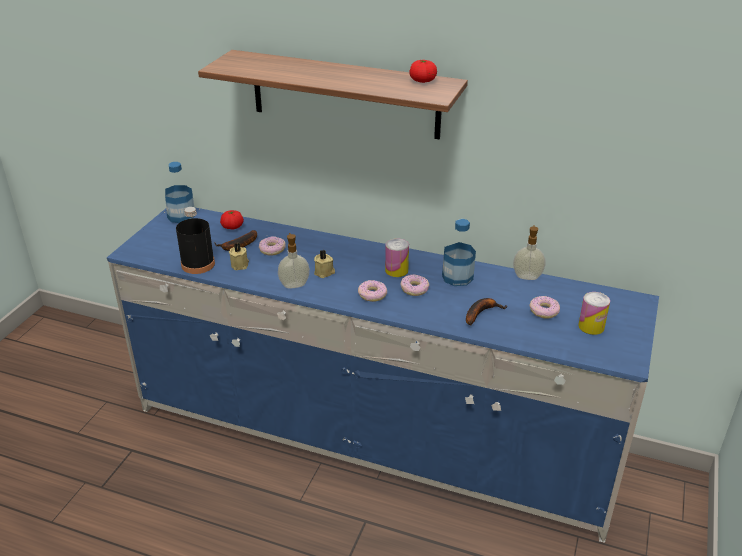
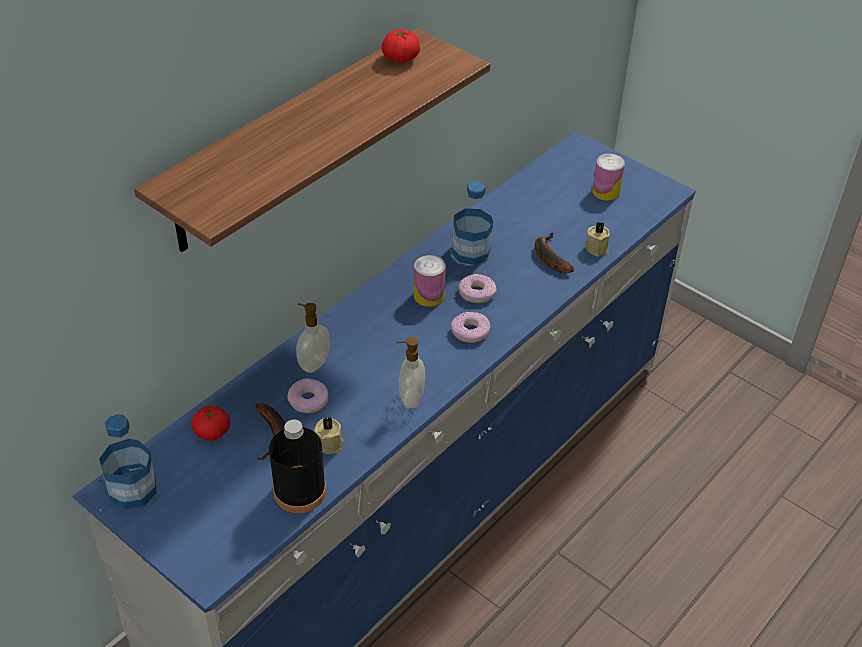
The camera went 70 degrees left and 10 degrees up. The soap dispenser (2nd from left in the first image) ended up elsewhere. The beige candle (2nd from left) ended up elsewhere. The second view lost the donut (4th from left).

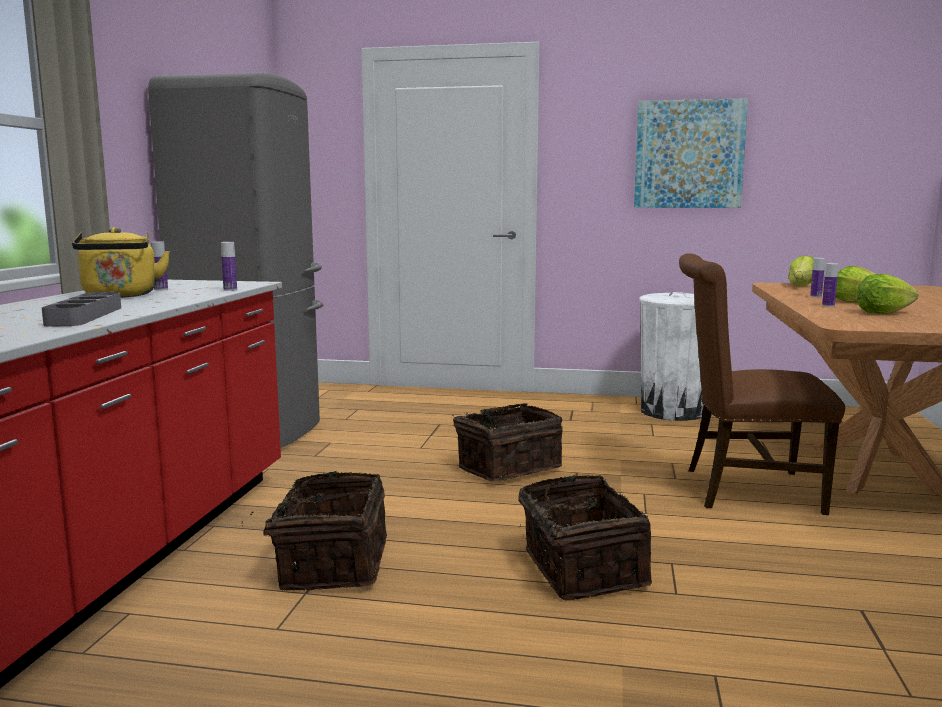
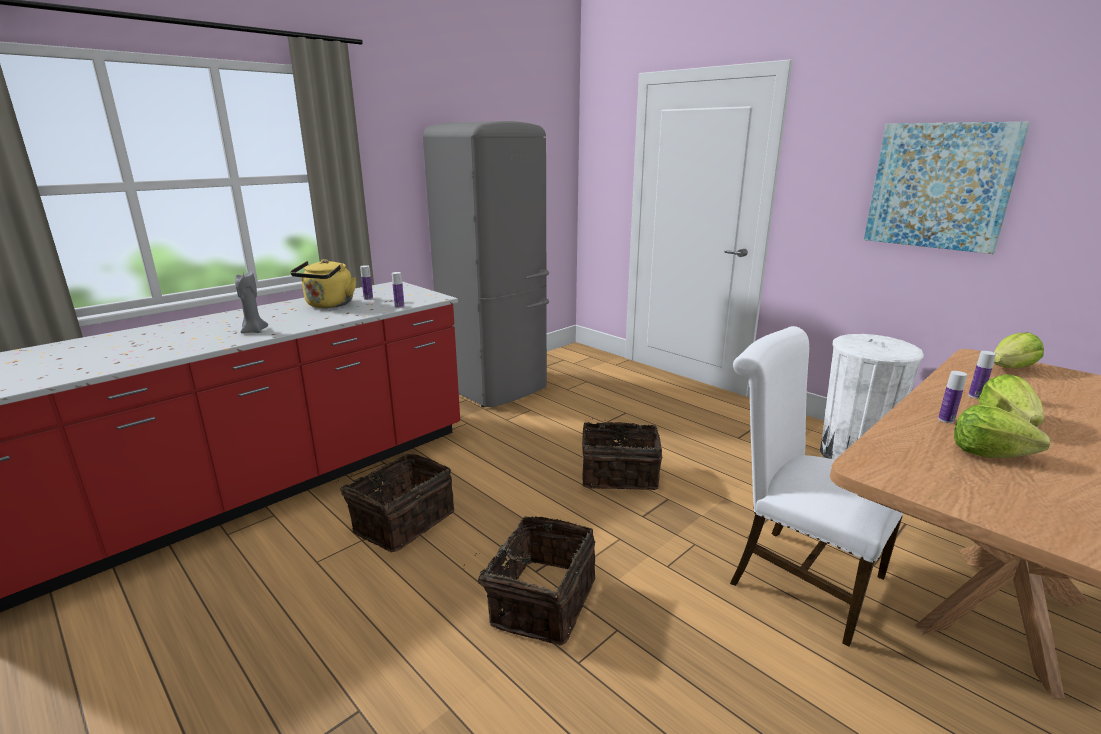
The camera went 35 degrees right and 10 degrees up. Where the grey tray stood, the grey candle came to stand. What was the brown chair turned into the white chair.

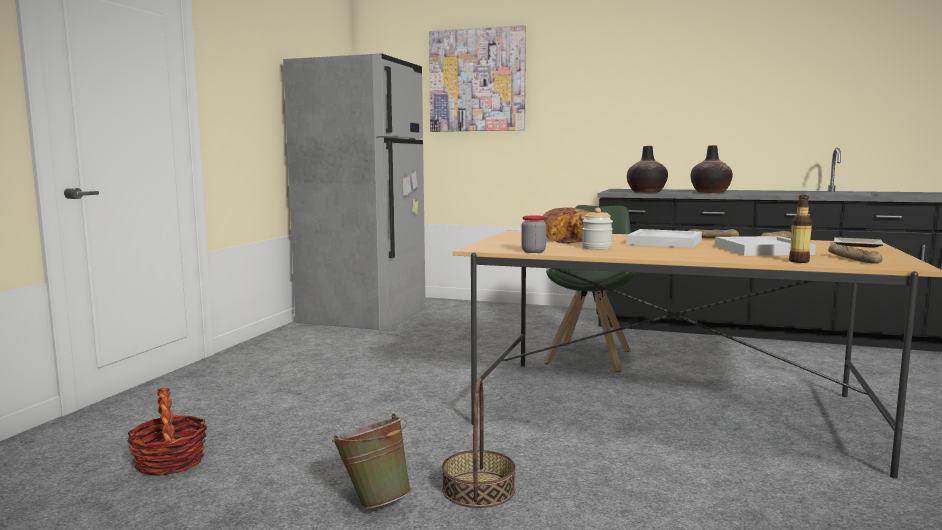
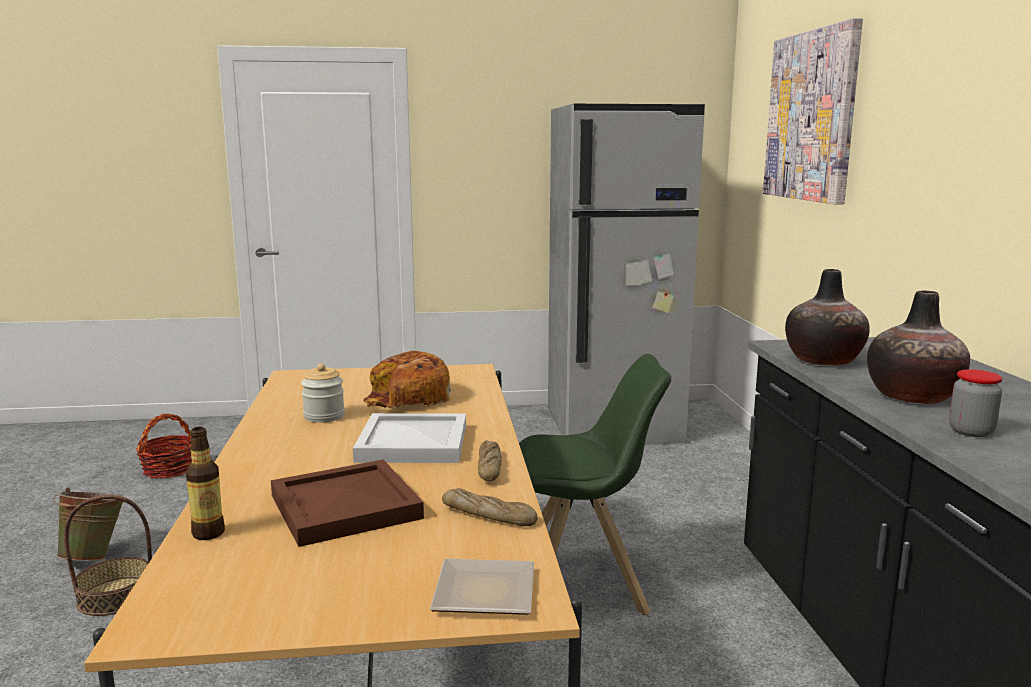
The camera went 65 degrees right and 5 degrees up. What was the white tray (2nd from left) turned into the brown tray. The jar (1st from left in the first image) ended up elsewhere. The second view lost the bread (4th from left).

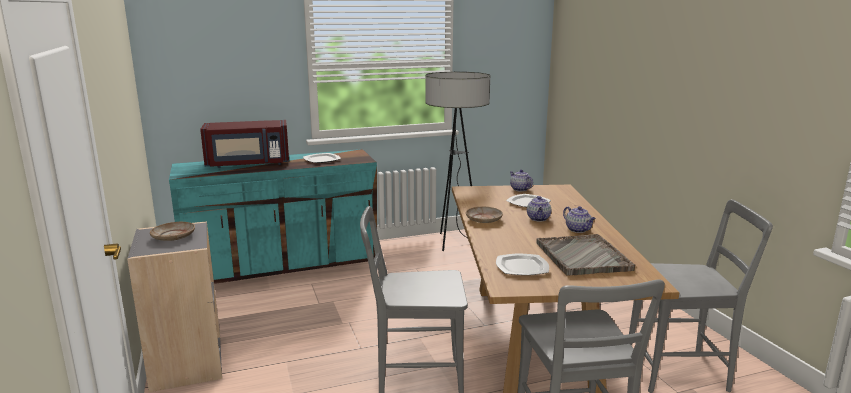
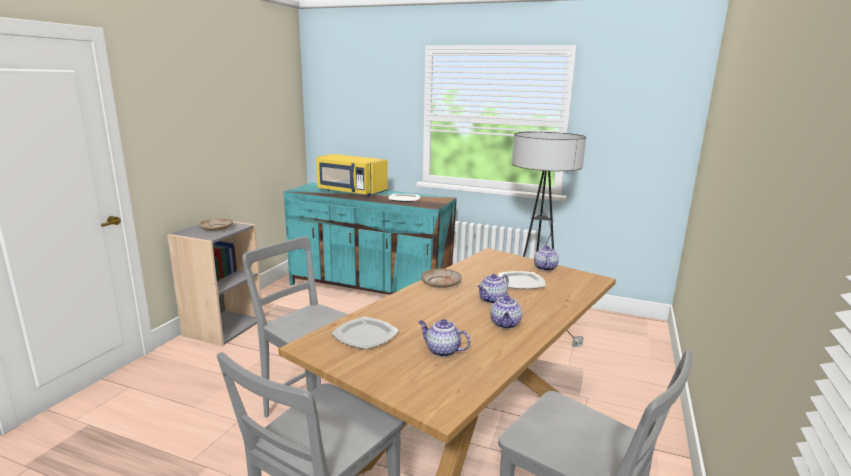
The camera went 40 degrees right and 0 degrees up. What was the red microwave turned into the yellow microwave. Where the grey tray stood, the teapot (1st from left) came to stand.

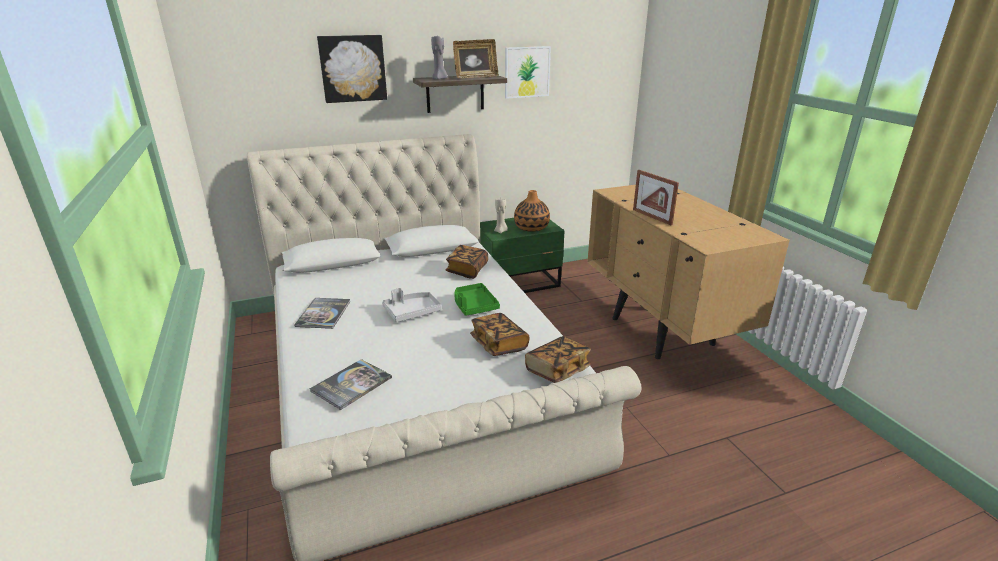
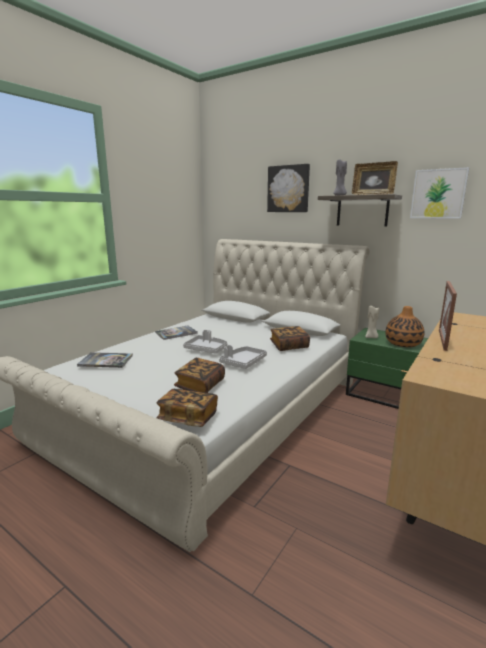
The camera went 55 degrees right and 10 degrees down. What was the green tray turned into the grey tray (2nd from left).

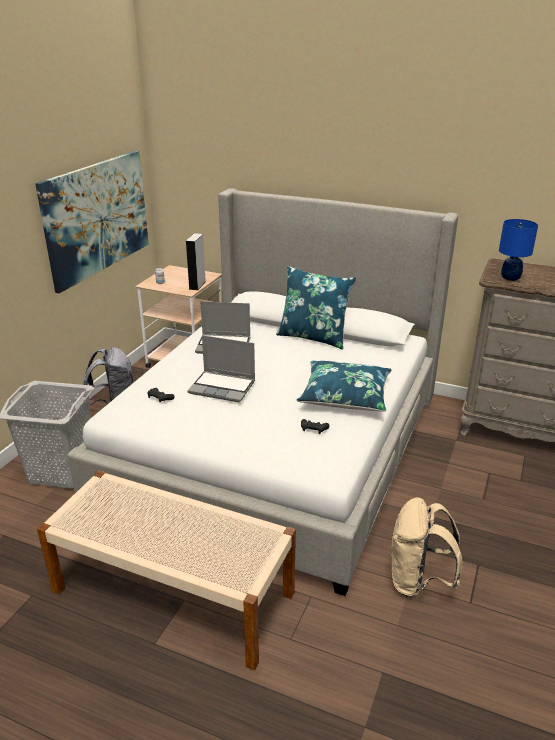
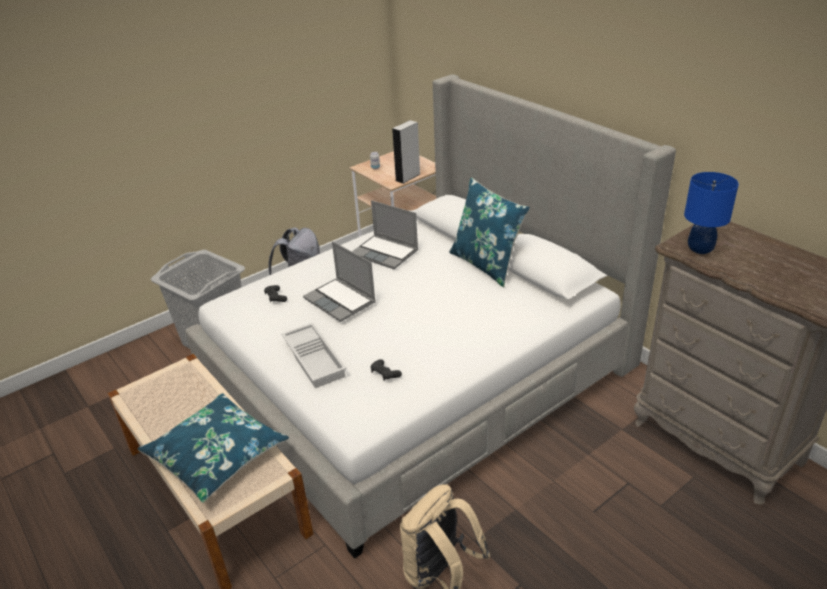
The camera went 30 degrees right and 5 degrees up. The blue pillow (2nd from left in the first image) ended up elsewhere. The second view gained the white tray. The second view lost the picture.

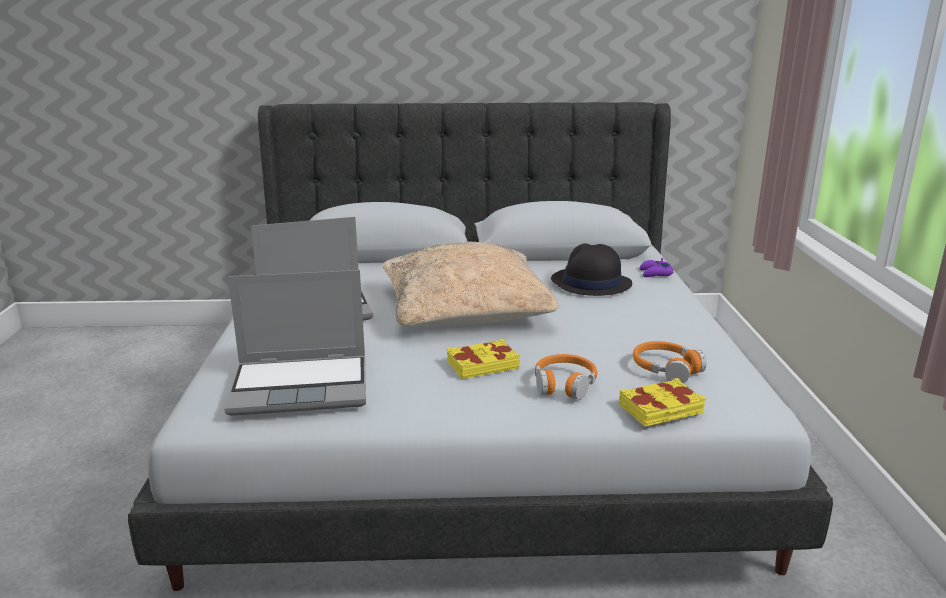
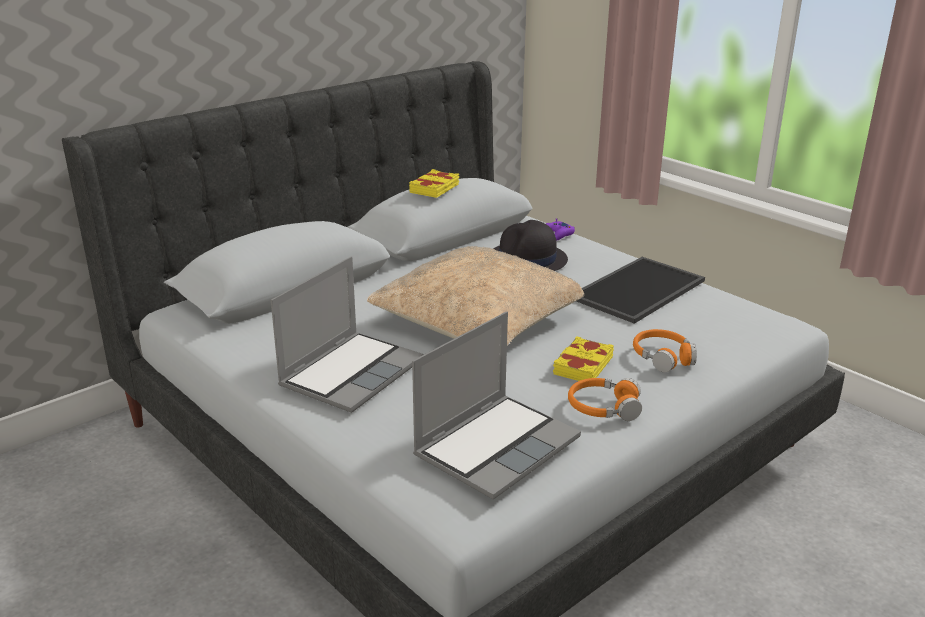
The camera went 40 degrees left and 5 degrees up. The yellow book (2nd from left in the first image) ended up elsewhere. The orange headphones (2nd from left in the first image) ended up elsewhere. The second view gained the tray.

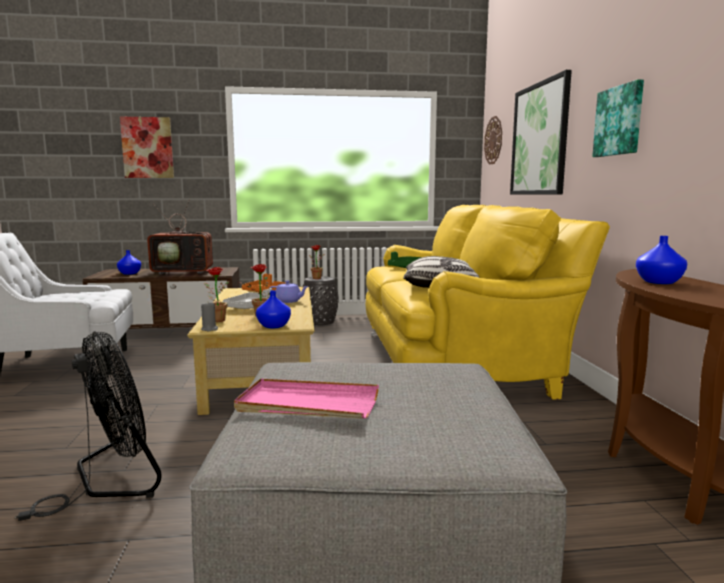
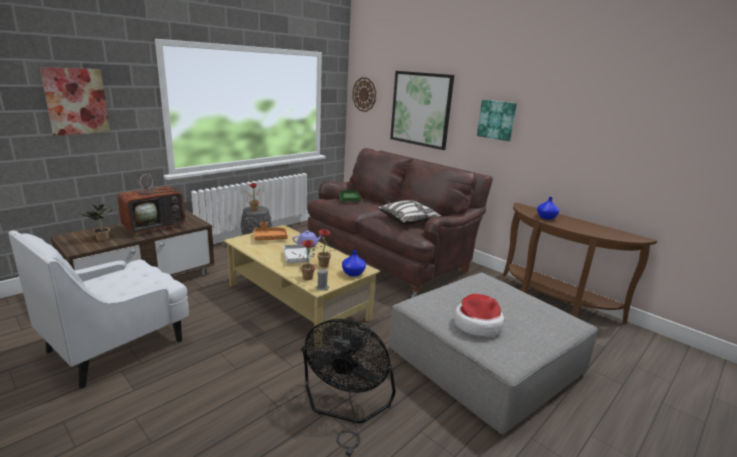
The camera went 40 degrees left and 10 degrees up. Where the blue vase (1st from left) stood, the potted plant (1st from left) came to stand. What was the yellow sofa turned into the brown sofa. Where the pink tray stood, the hat came to stand.

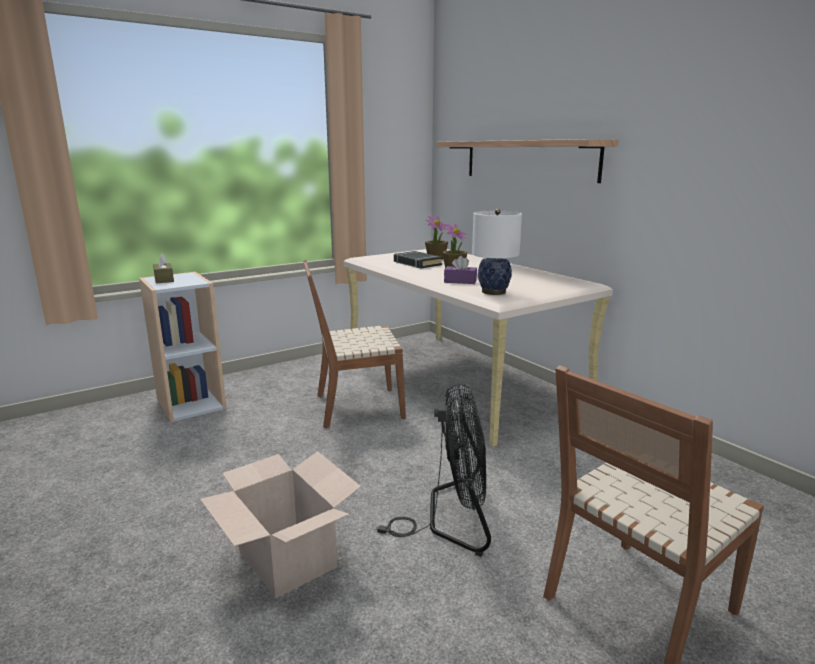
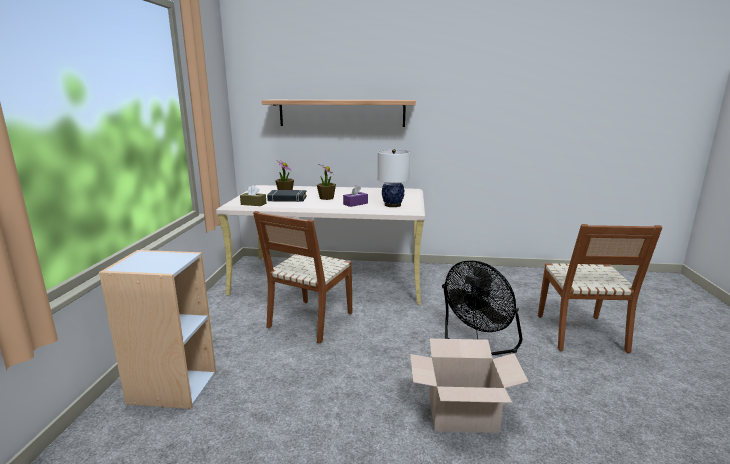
The camera went 50 degrees left and 0 degrees up. The brown tissue box ended up elsewhere.

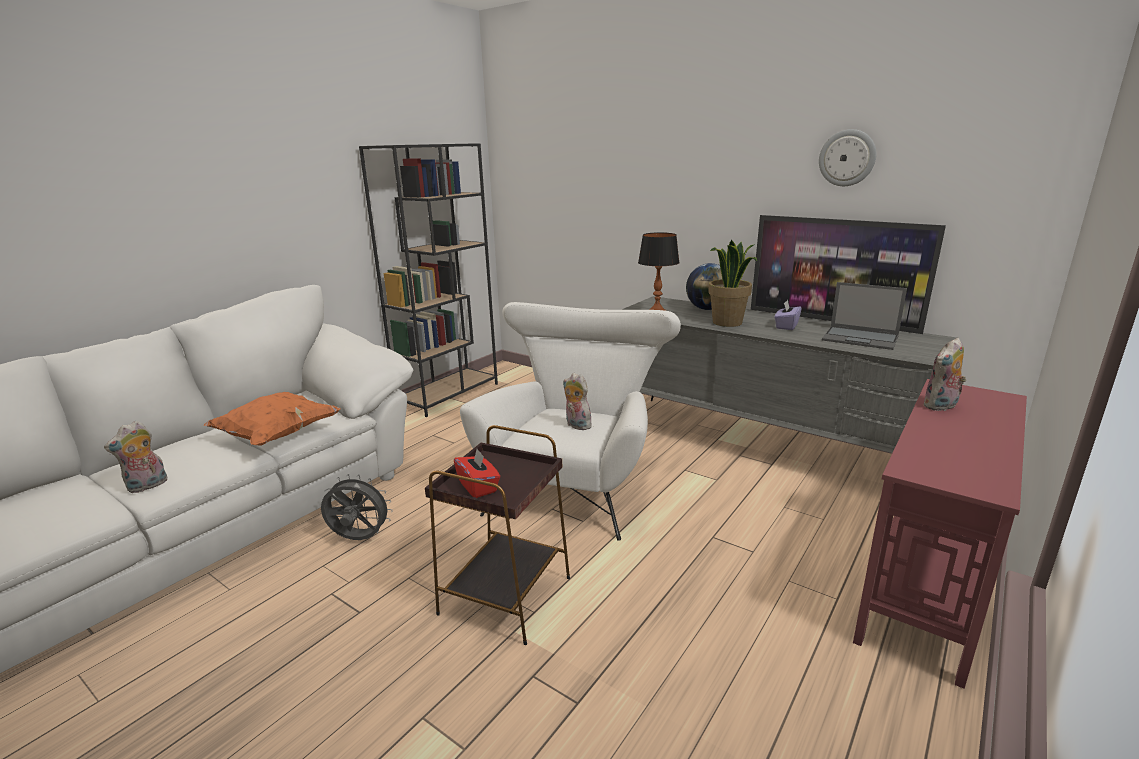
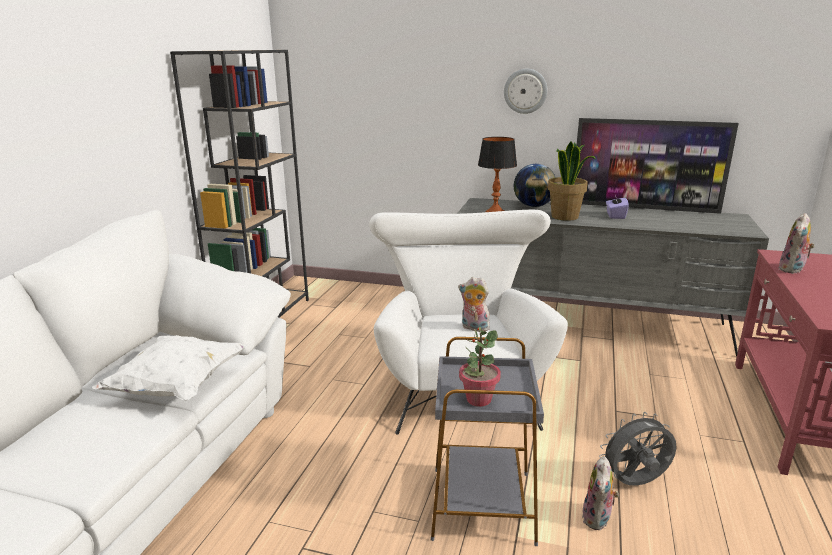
The camera went 20 degrees left and 0 degrees up. What was the orange pillow turned into the white pillow. What was the brown side table turned into the grey side table. Where the red tissue box stood, the potted plant (1st from left) came to stand. The wall clock ended up elsewhere. The plush toy (1st from left in the first image) ended up elsewhere. The grey fan ended up elsewhere. The second view lost the laptop.

